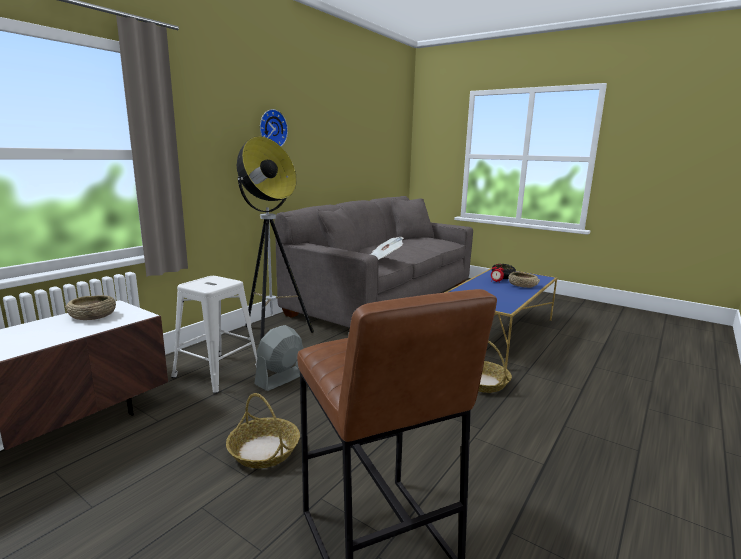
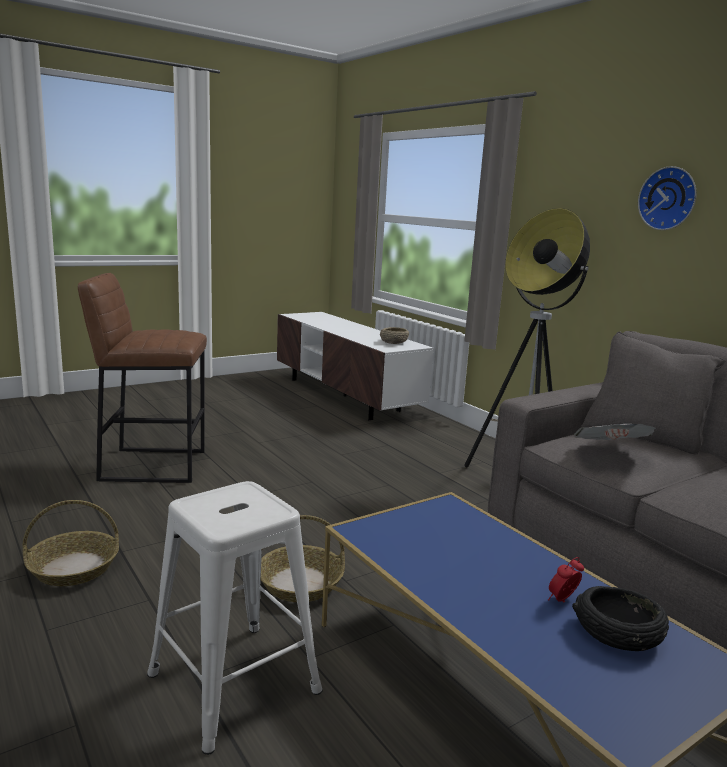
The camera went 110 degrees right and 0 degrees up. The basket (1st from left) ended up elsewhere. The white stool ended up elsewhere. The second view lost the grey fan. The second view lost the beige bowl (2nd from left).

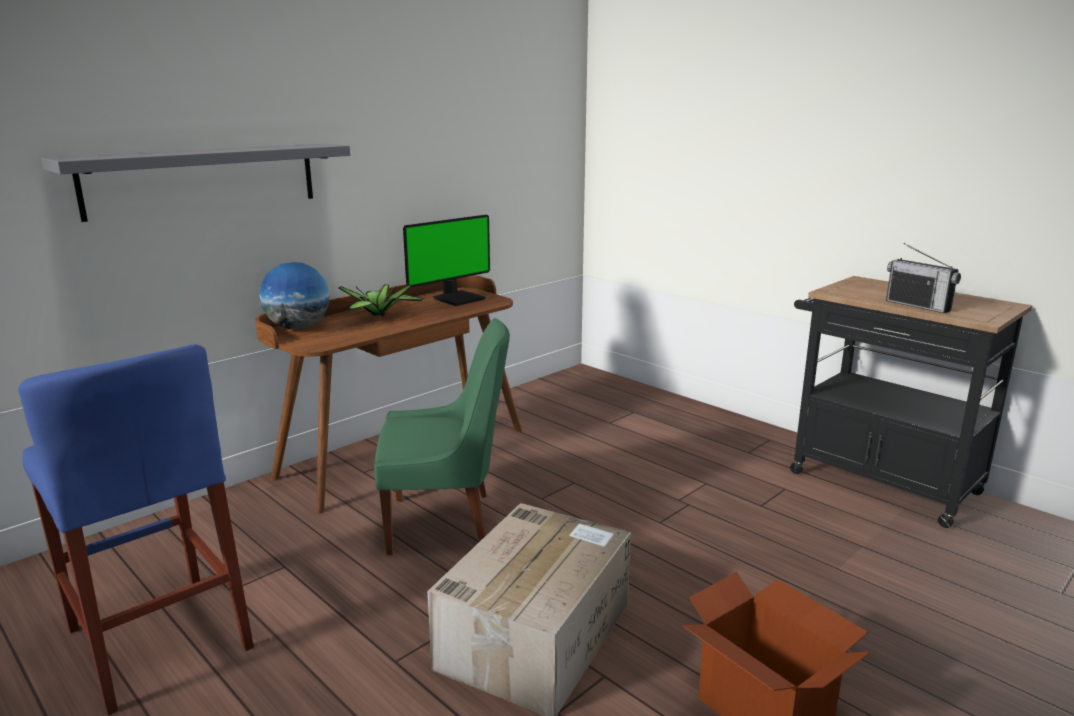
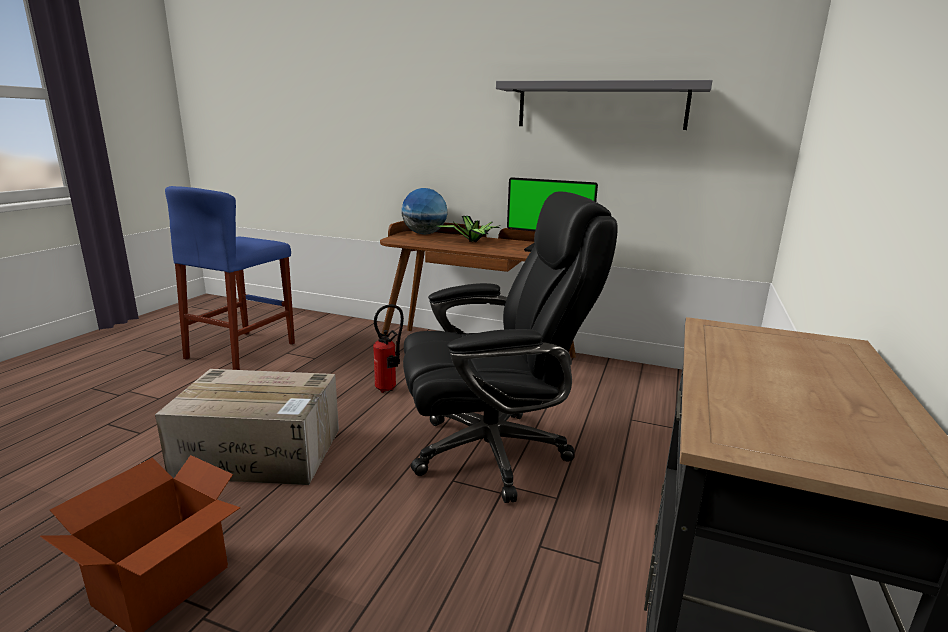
The camera went 65 degrees right and 0 degrees up. Where the green chair stood, the fire extinguisher came to stand. The second view gained the black office chair. The grey shelf ended up elsewhere. The second view lost the radio.

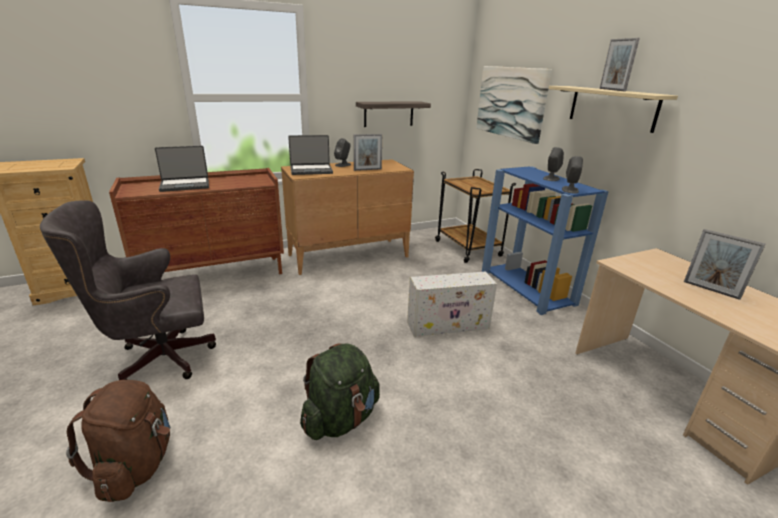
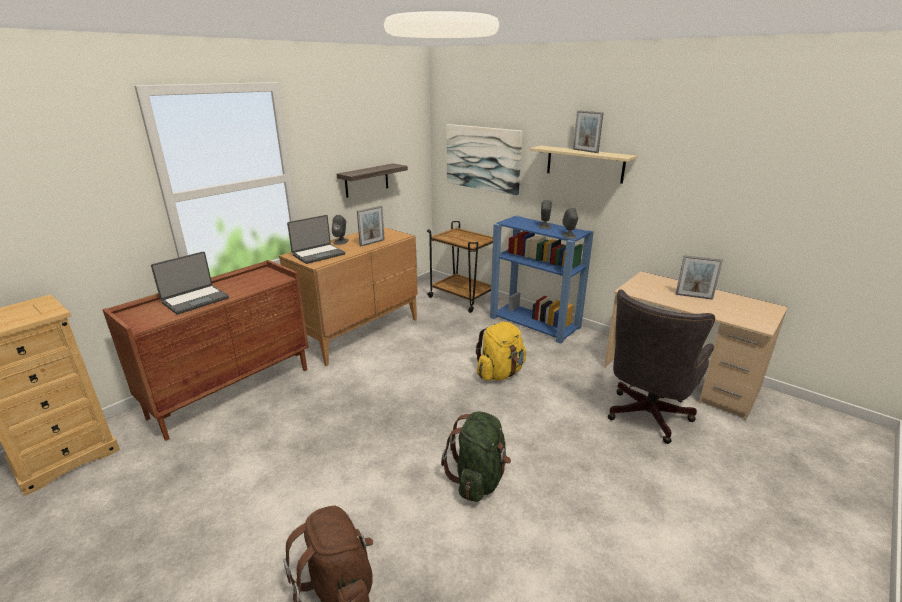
The camera went 25 degrees left and 0 degrees up. Where the white storage box stood, the yellow backpack came to stand. The grey office chair ended up elsewhere.

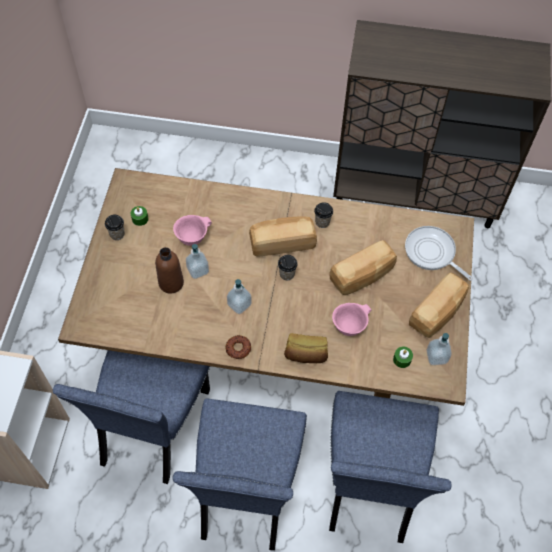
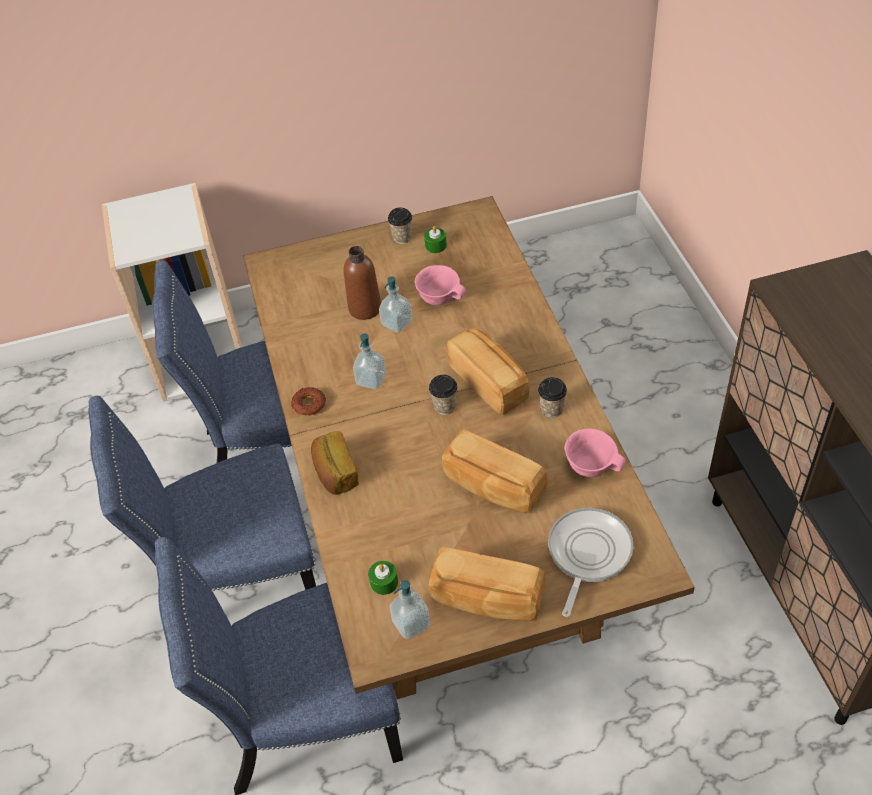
The camera went 70 degrees right and 10 degrees down. The pink bowl (2nd from left) ended up elsewhere.

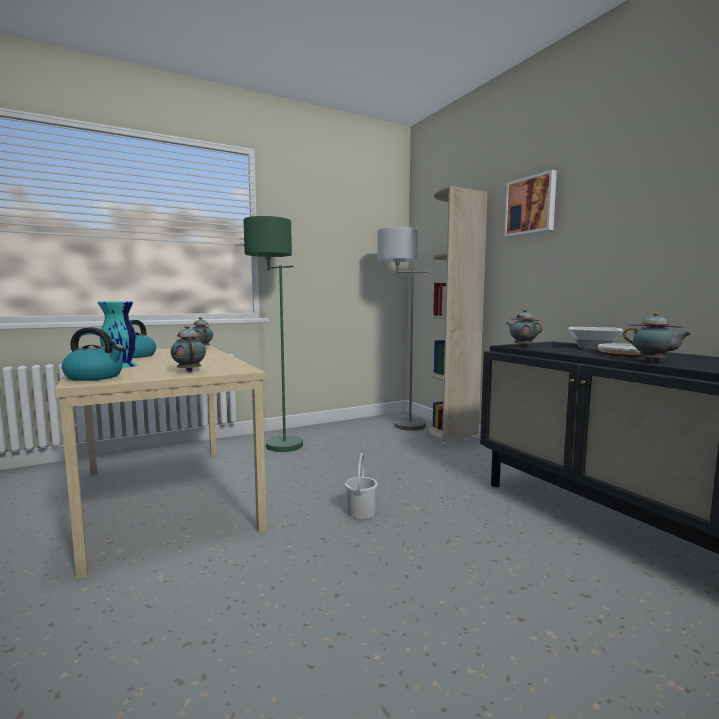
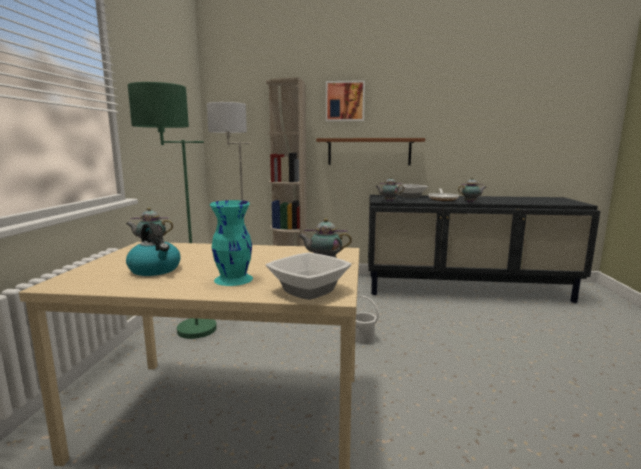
The camera went 55 degrees left and 5 degrees up. Where the kettle (1st from left) stood, the bowl (1st from left) came to stand. The second view gained the brown shelf.

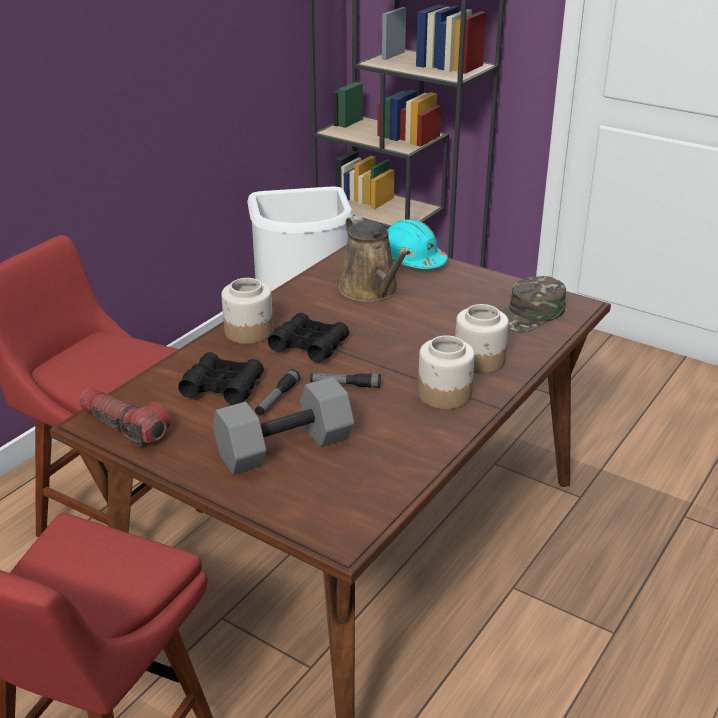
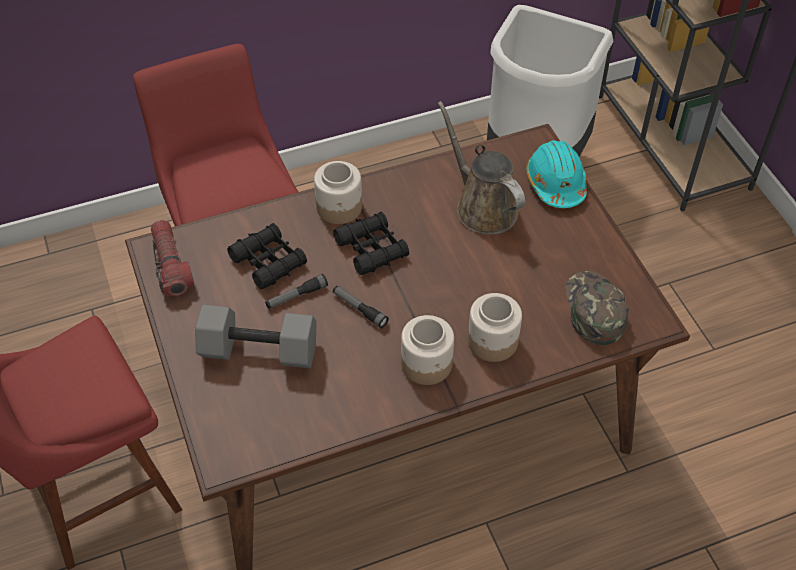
The camera went 35 degrees right and 20 degrees up. The brown watering can ended up facing another way, 135 degrees clockwise from before. The green cap ended up facing another way, 90 degrees clockwise from before.

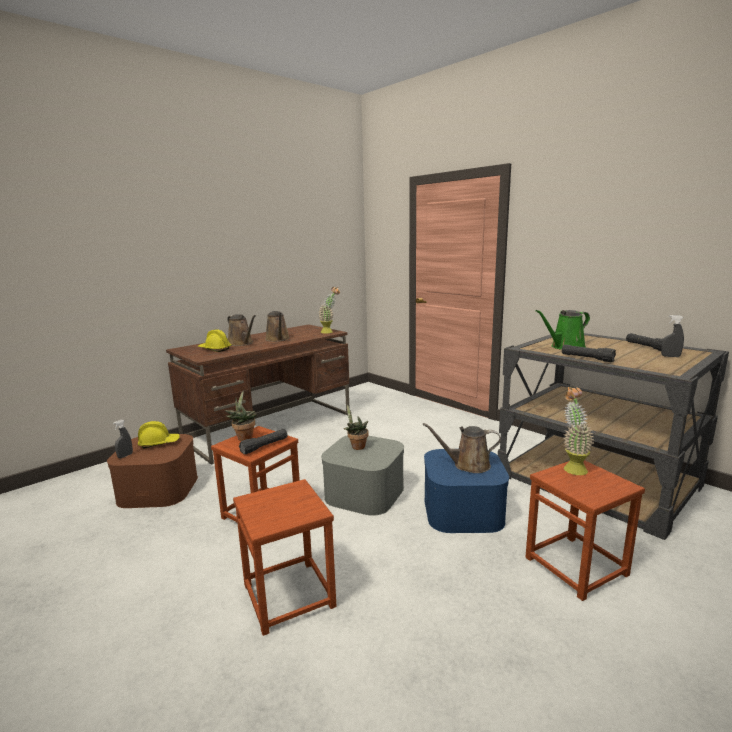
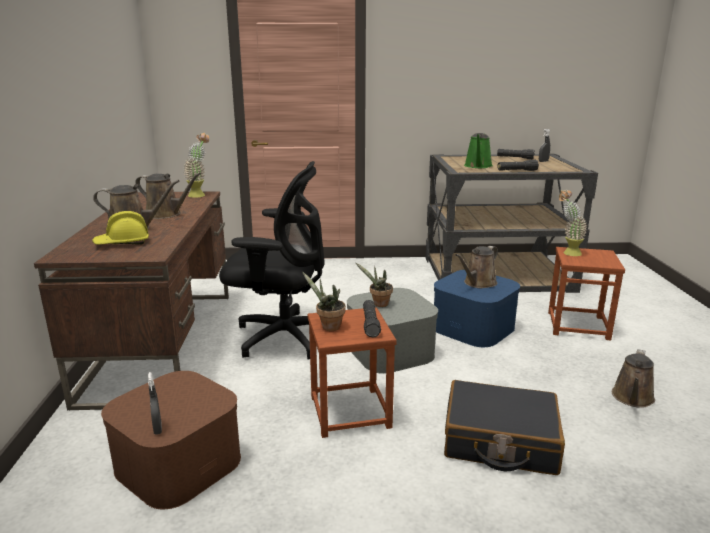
The camera went 50 degrees left and 5 degrees up. The second view gained the black office chair. Where the brown stool (2nd from left) stood, the black suitcase came to stand. The second view gained the brown watering can (4th from left). The second view lost the yellow hard hat (1st from left).

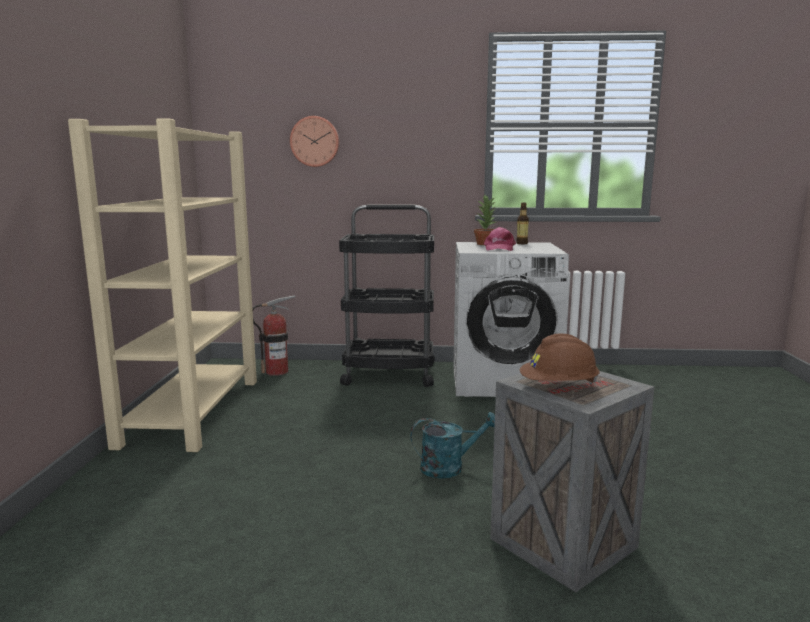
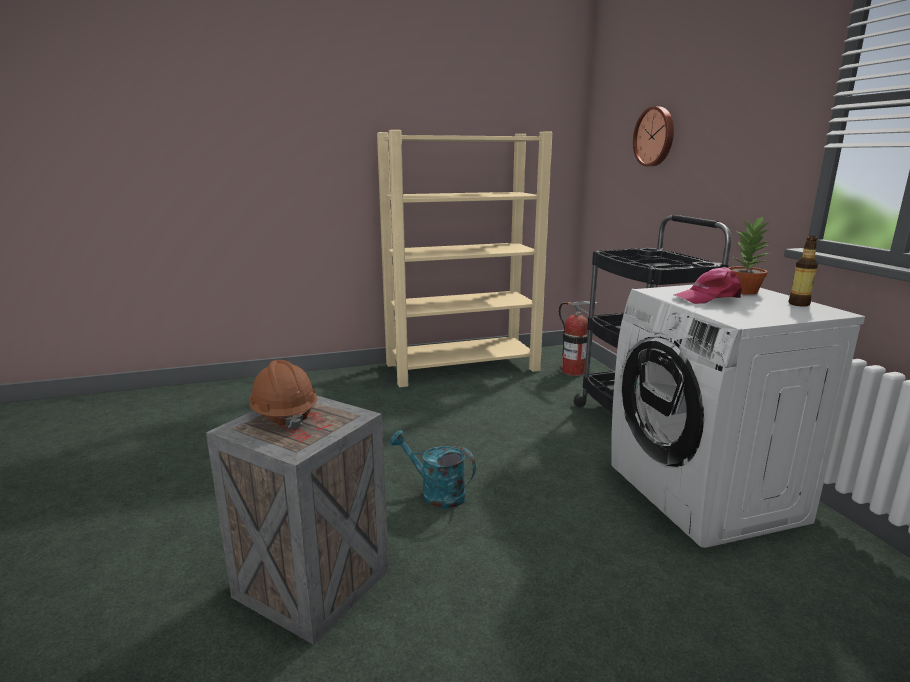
The camera went 70 degrees right and 5 degrees up. The turquoise watering can ended up facing another way, 150 degrees clockwise from before.

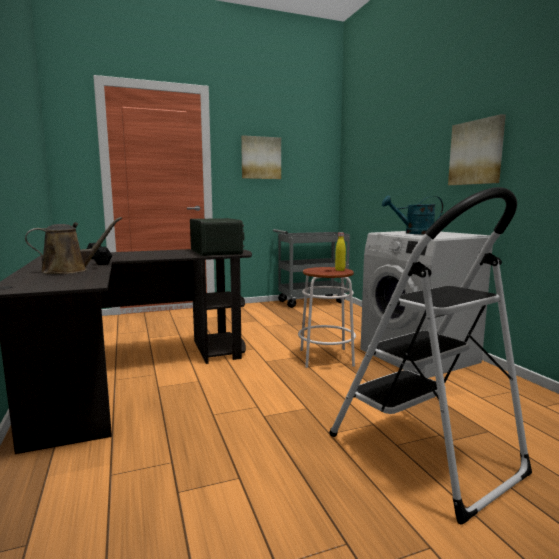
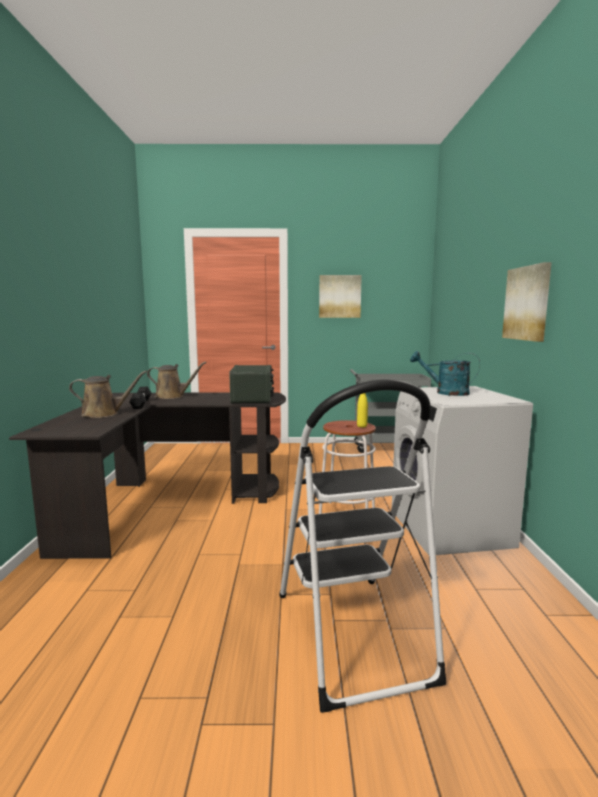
The camera went 20 degrees right and 0 degrees up. The second view gained the brown watering can (2nd from left).

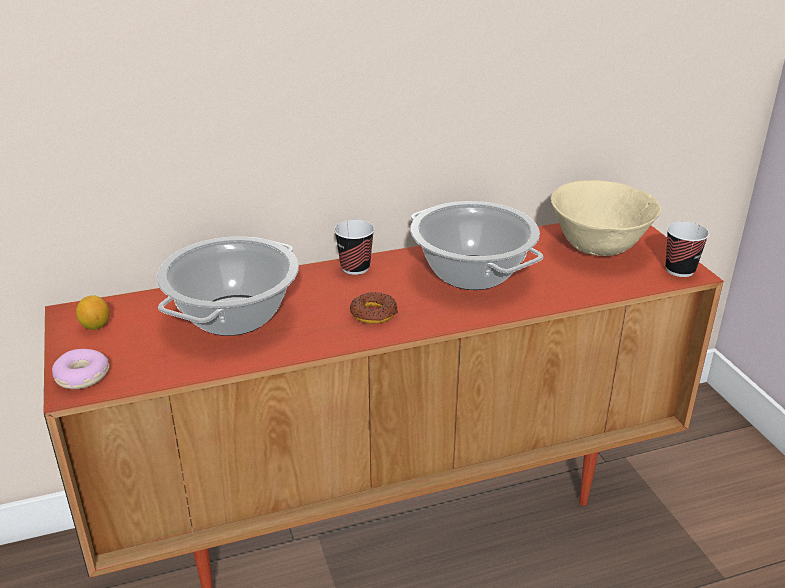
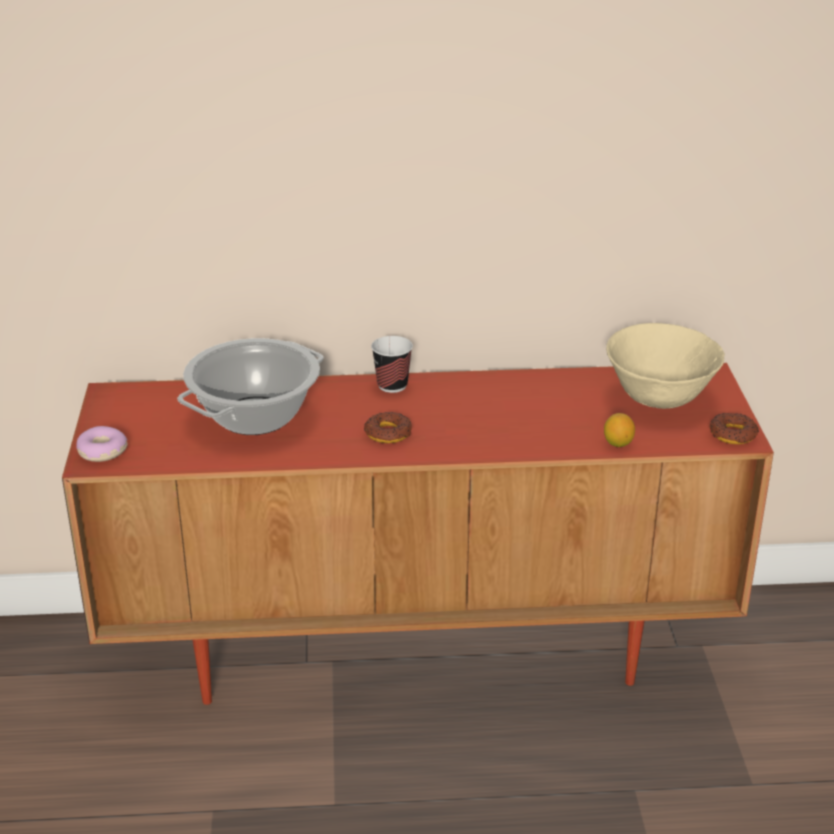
The camera went 15 degrees right and 0 degrees up. The lemon ended up elsewhere. Where the cup (2nd from left) stood, the donut (3rd from left) came to stand. The second view lost the cooking pot (2nd from left).

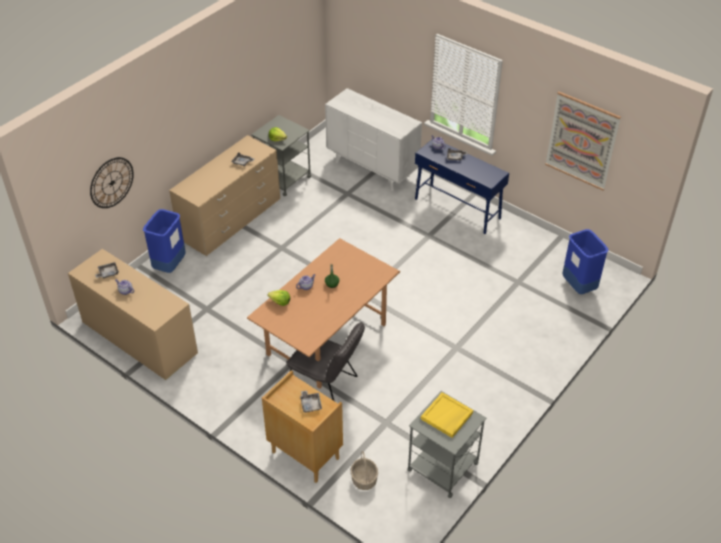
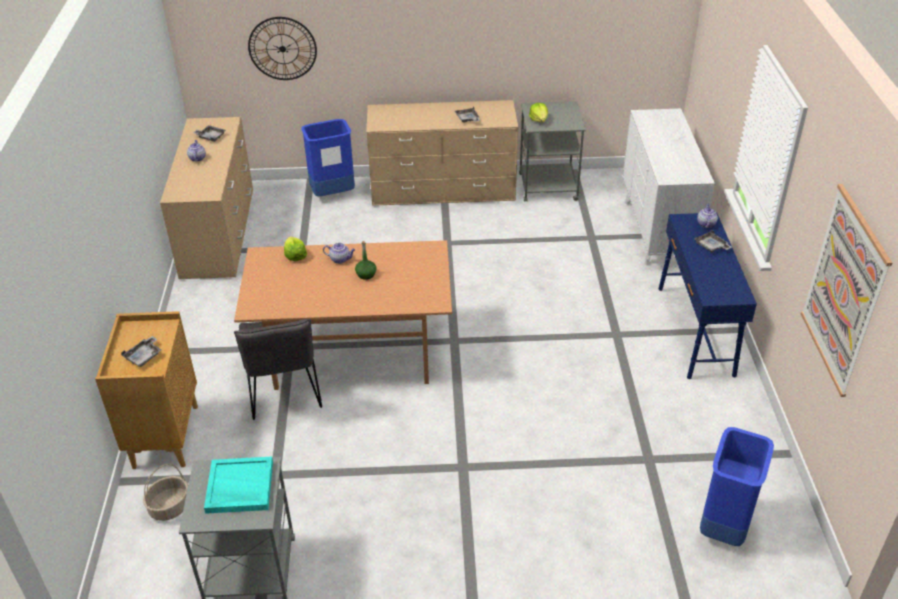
The camera went 50 degrees right and 5 degrees down. What was the yellow tray turned into the turquoise tray.

